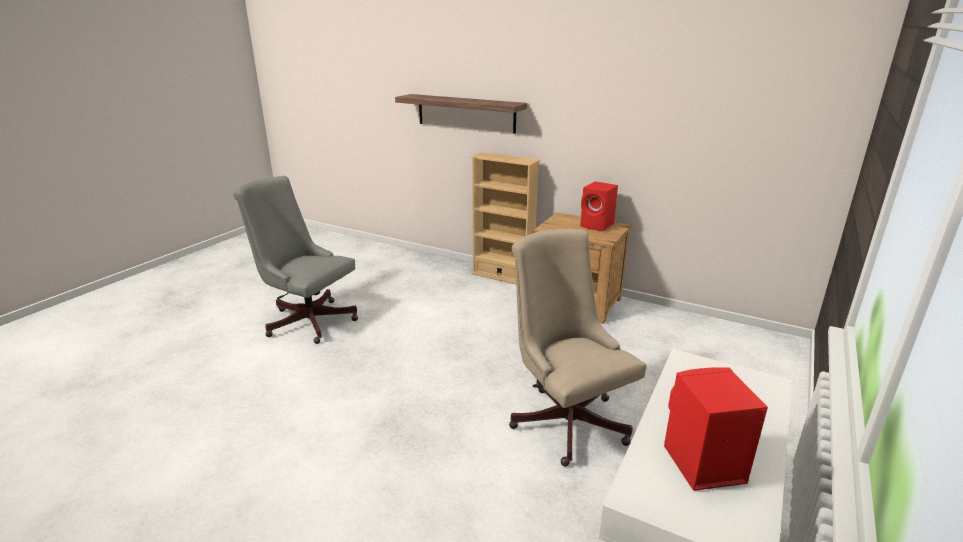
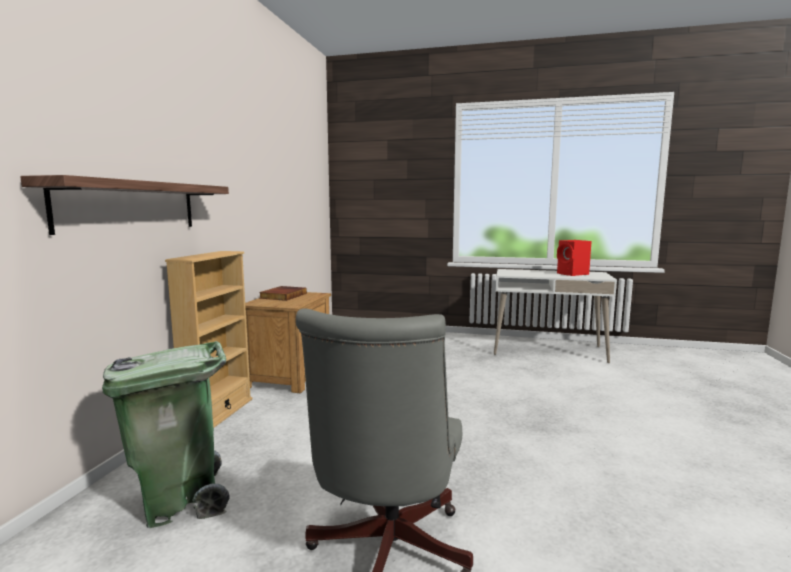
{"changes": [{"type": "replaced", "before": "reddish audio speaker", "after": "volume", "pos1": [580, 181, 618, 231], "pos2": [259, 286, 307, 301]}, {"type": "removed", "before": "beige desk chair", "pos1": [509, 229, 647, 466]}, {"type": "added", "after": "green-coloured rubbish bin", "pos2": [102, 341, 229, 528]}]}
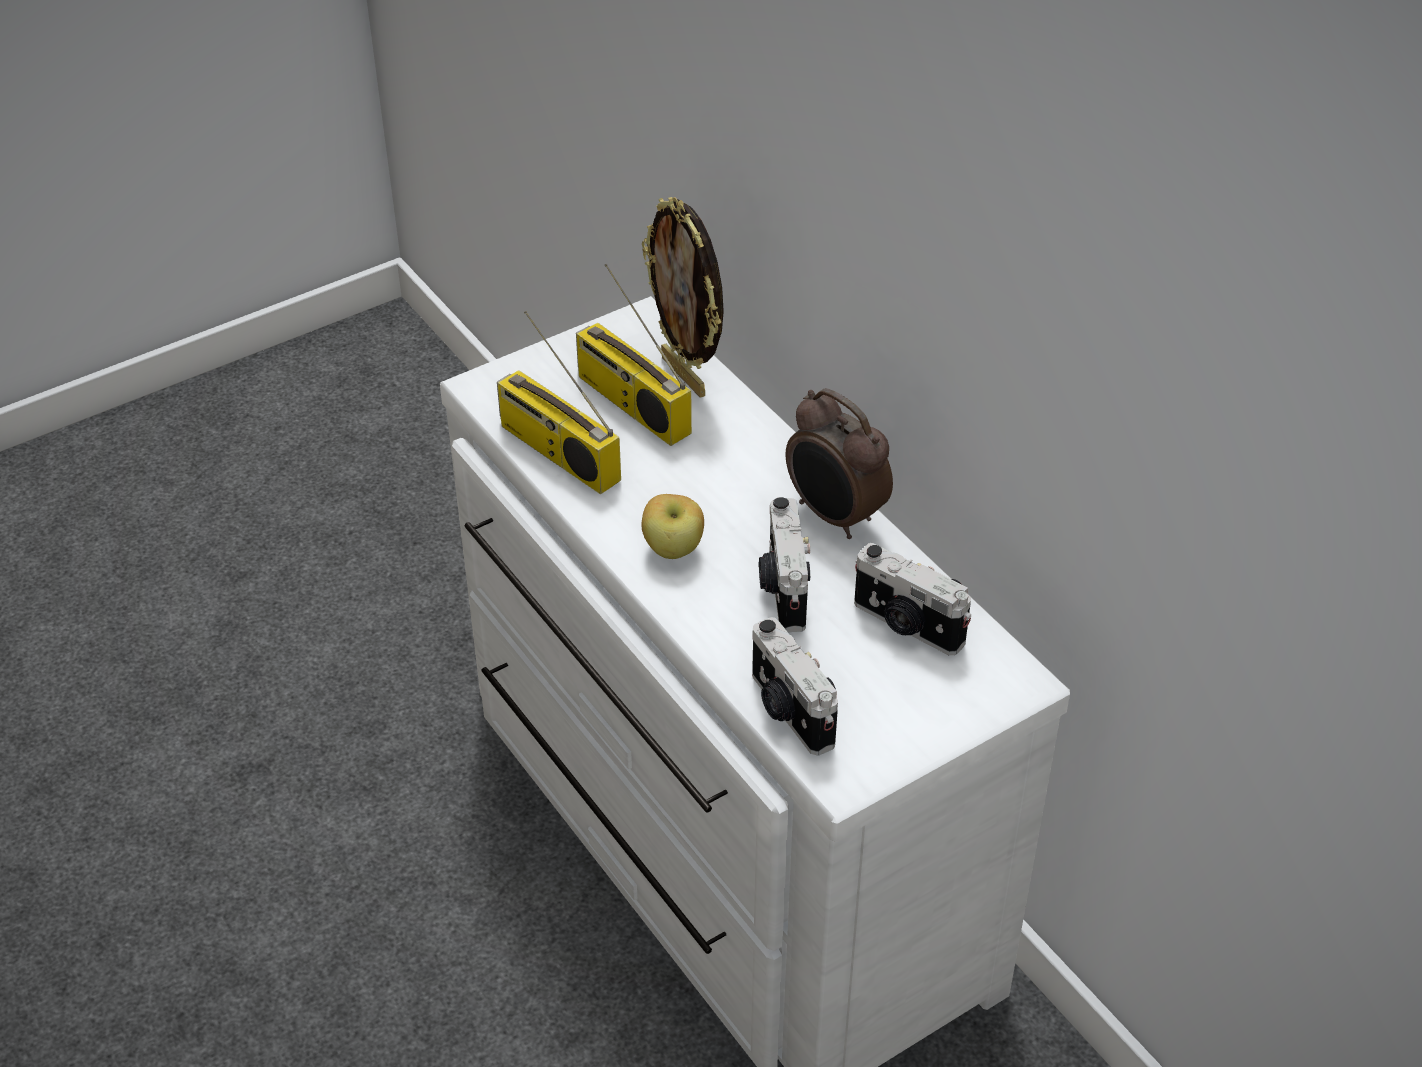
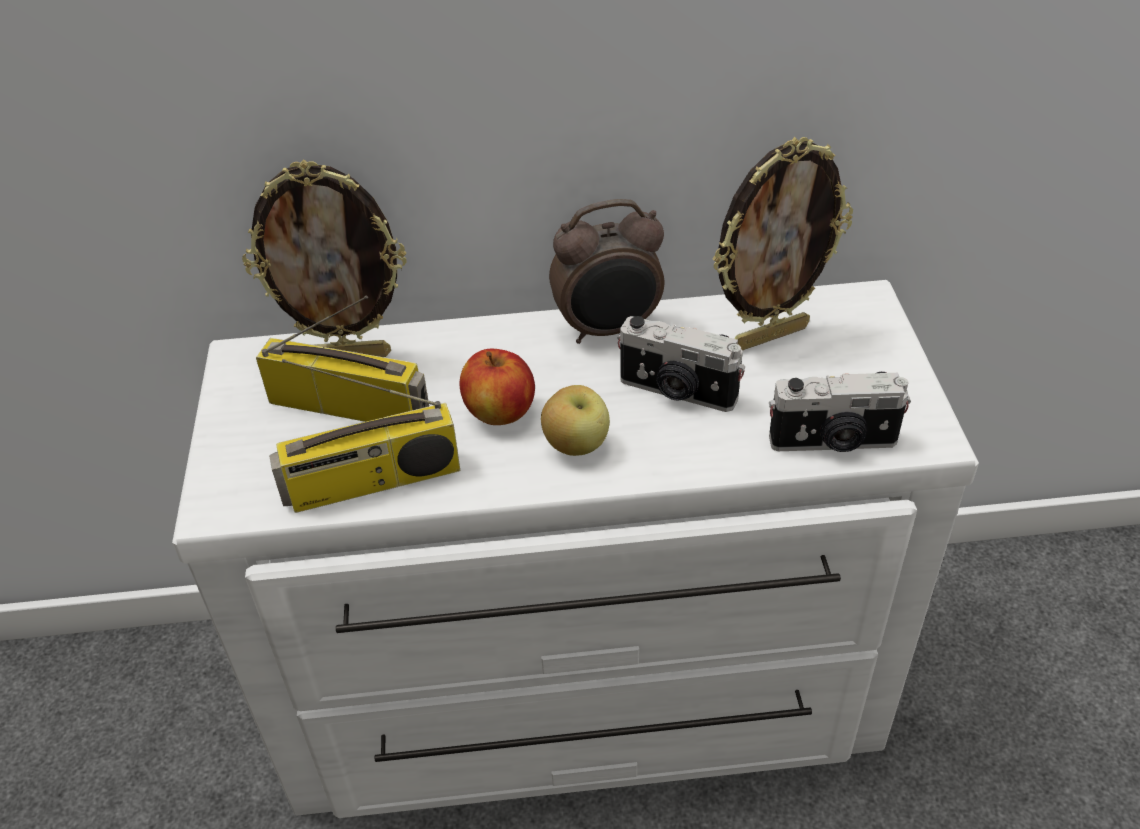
{"changes": [{"type": "turned", "before": "radio receiver", "pos1": [576, 264, 692, 446], "pos2": [256, 295, 429, 422], "turn": -150}, {"type": "replaced", "before": "photo camera", "after": "standing frame", "pos1": [854, 543, 971, 655], "pos2": [712, 137, 853, 350]}, {"type": "added", "after": "apple fruit", "pos2": [460, 349, 535, 425]}]}
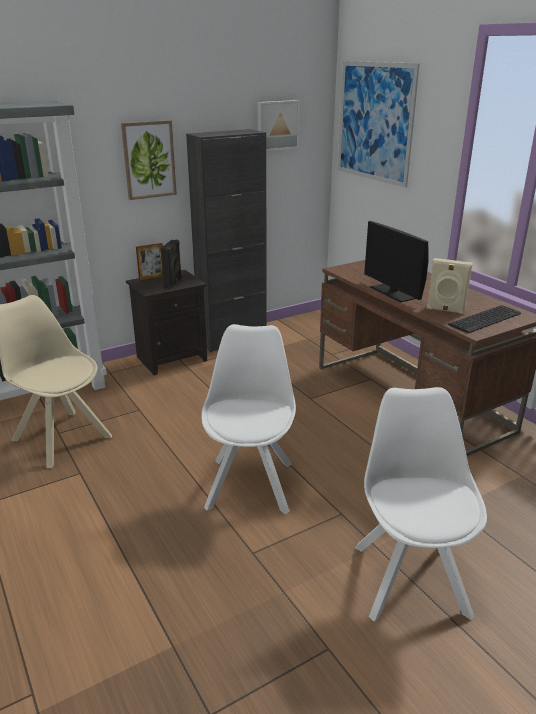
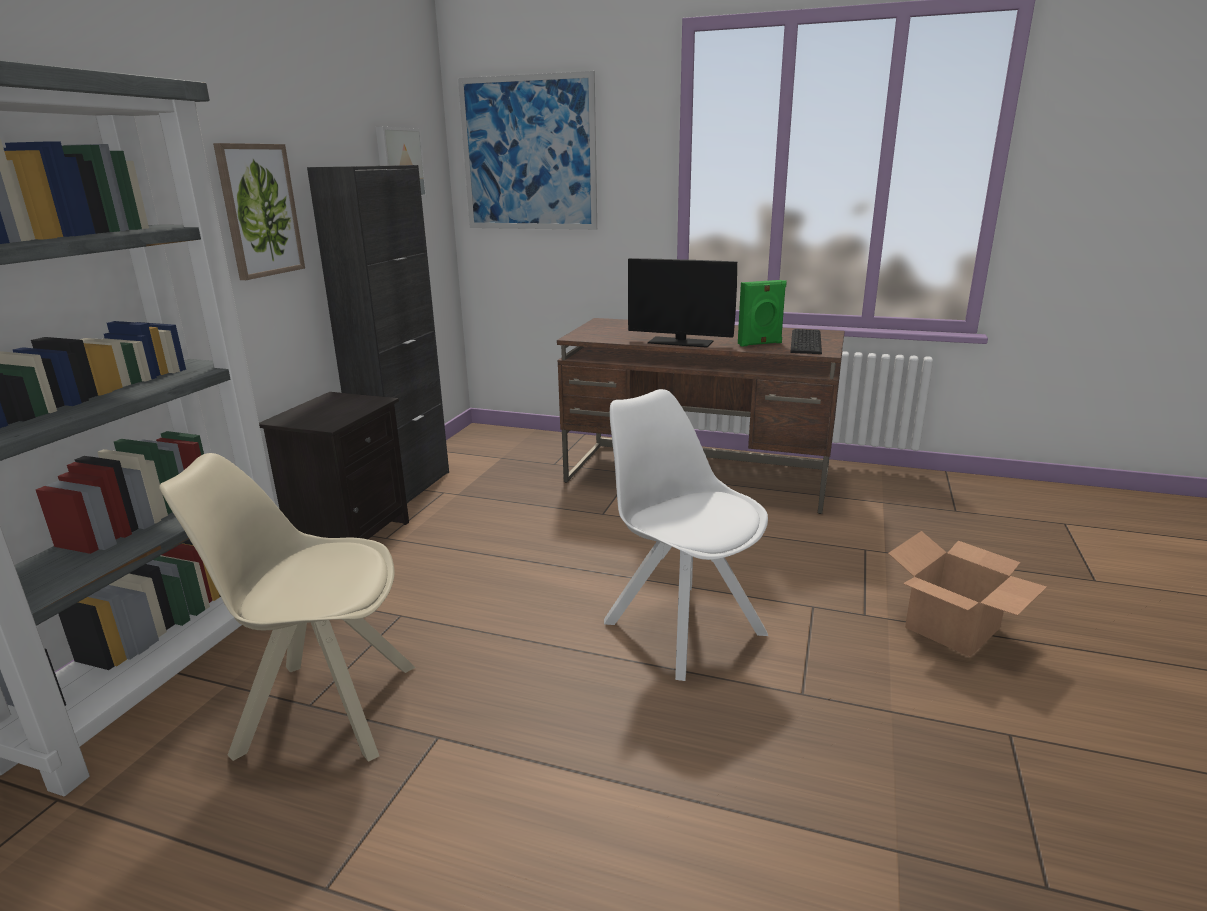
{"changes": [{"type": "removed", "before": "black audio speaker", "pos1": [161, 240, 182, 289]}, {"type": "removed", "before": "standing frame", "pos1": [136, 243, 163, 281]}, {"type": "recoloured", "before": "beige audio speaker", "after": "green-coloured audio speaker", "pos1": [427, 258, 473, 314], "pos2": [738, 280, 787, 347]}, {"type": "replaced", "before": "white chair", "after": "cardboard box", "pos1": [355, 387, 487, 622], "pos2": [888, 531, 1047, 657]}]}
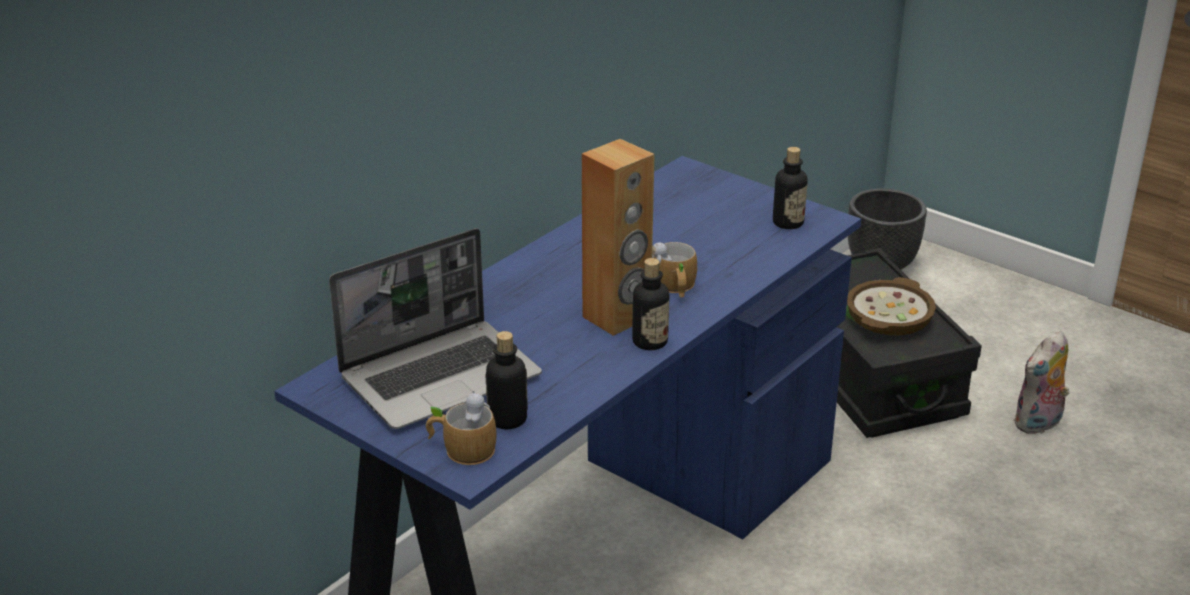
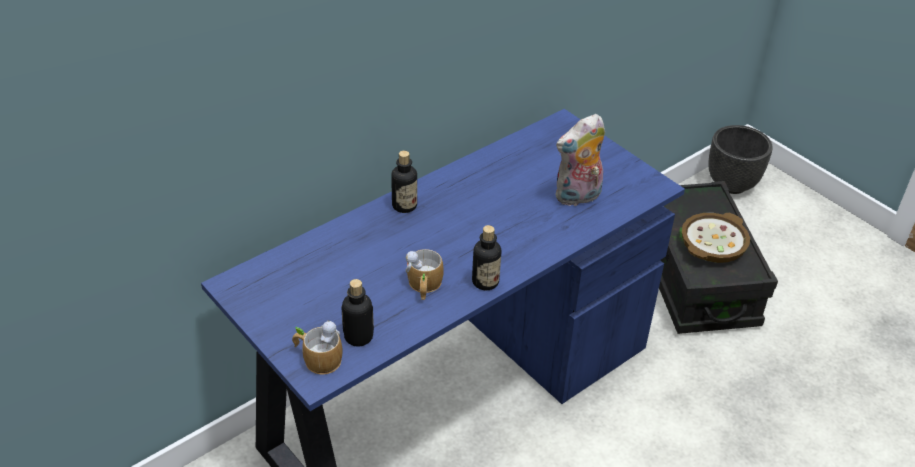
{"changes": [{"type": "removed", "before": "brownish audio speaker", "pos1": [582, 139, 655, 336]}, {"type": "moved", "before": "bottle", "pos1": [773, 147, 808, 229], "pos2": [391, 150, 417, 213]}, {"type": "removed", "before": "laptop", "pos1": [329, 228, 542, 429]}, {"type": "moved", "before": "coffee mug", "pos1": [652, 242, 697, 297], "pos2": [405, 249, 444, 300]}, {"type": "moved", "before": "plush toy", "pos1": [1013, 331, 1069, 434], "pos2": [556, 114, 605, 207]}]}
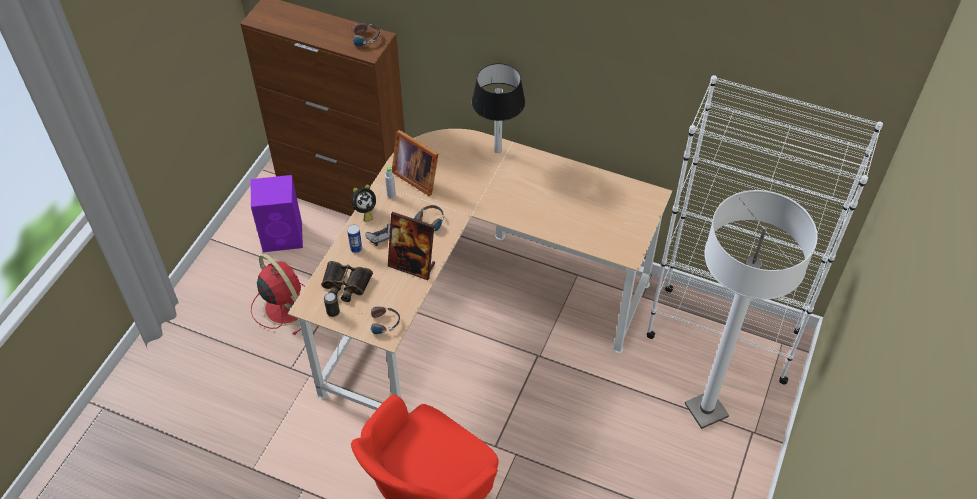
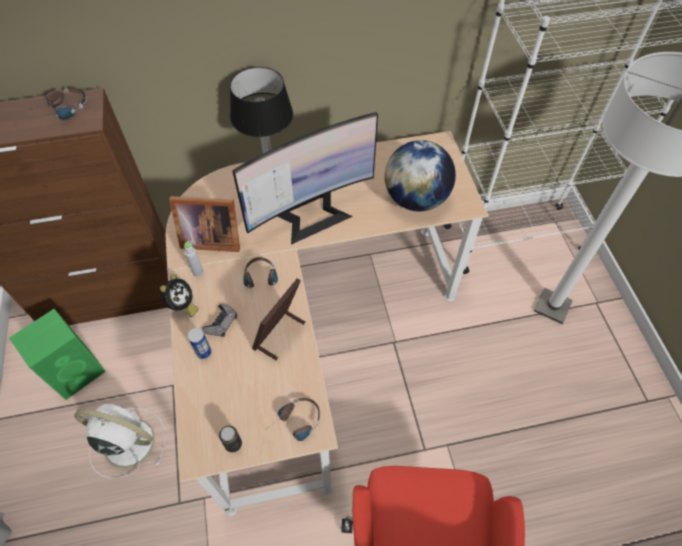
{"changes": [{"type": "recoloured", "before": "purple audio speaker", "after": "green-coloured audio speaker", "pos1": [251, 175, 303, 252], "pos2": [9, 309, 106, 400]}, {"type": "turned", "before": "standing frame", "pos1": [388, 212, 435, 280], "pos2": [252, 278, 305, 360], "turn": 135}, {"type": "recoloured", "before": "reddish electric fan", "after": "white electric fan", "pos1": [251, 254, 305, 335], "pos2": [74, 404, 166, 478]}, {"type": "removed", "before": "binoculars", "pos1": [321, 261, 373, 302]}, {"type": "added", "after": "computer display", "pos2": [232, 112, 378, 245]}, {"type": "added", "after": "desk globe", "pos2": [385, 140, 456, 211]}]}
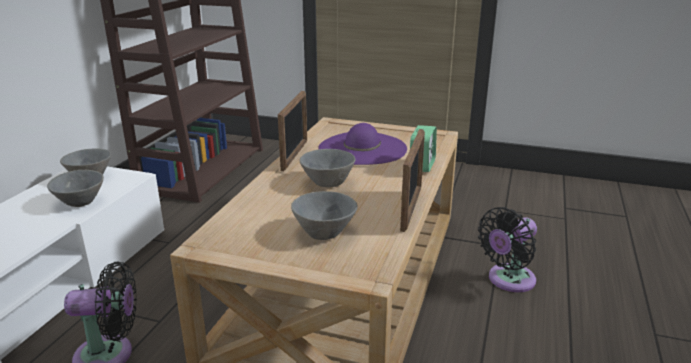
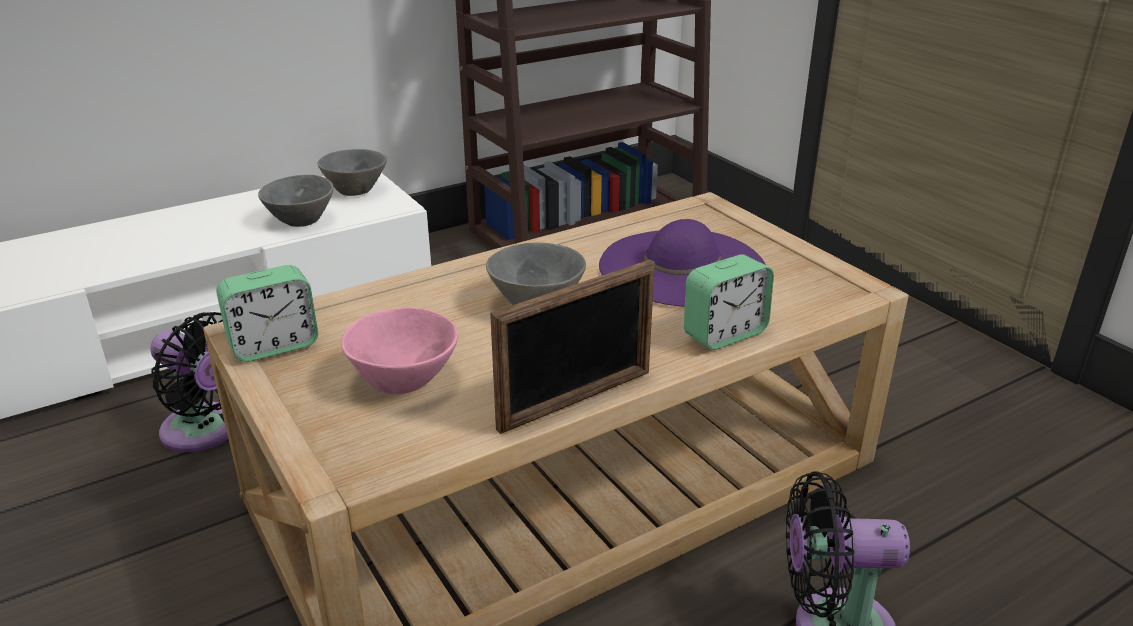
{"changes": [{"type": "removed", "before": "standing frame", "pos1": [278, 91, 307, 171]}, {"type": "recoloured", "before": "grey bowl", "after": "pink-coloured bowl", "pos1": [291, 191, 357, 240], "pos2": [341, 308, 458, 395]}, {"type": "added", "after": "bedside clock", "pos2": [216, 265, 318, 362]}]}
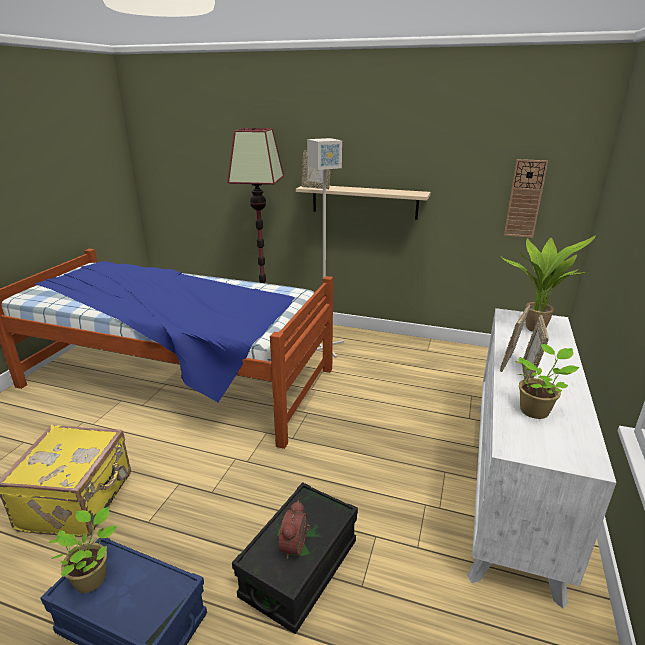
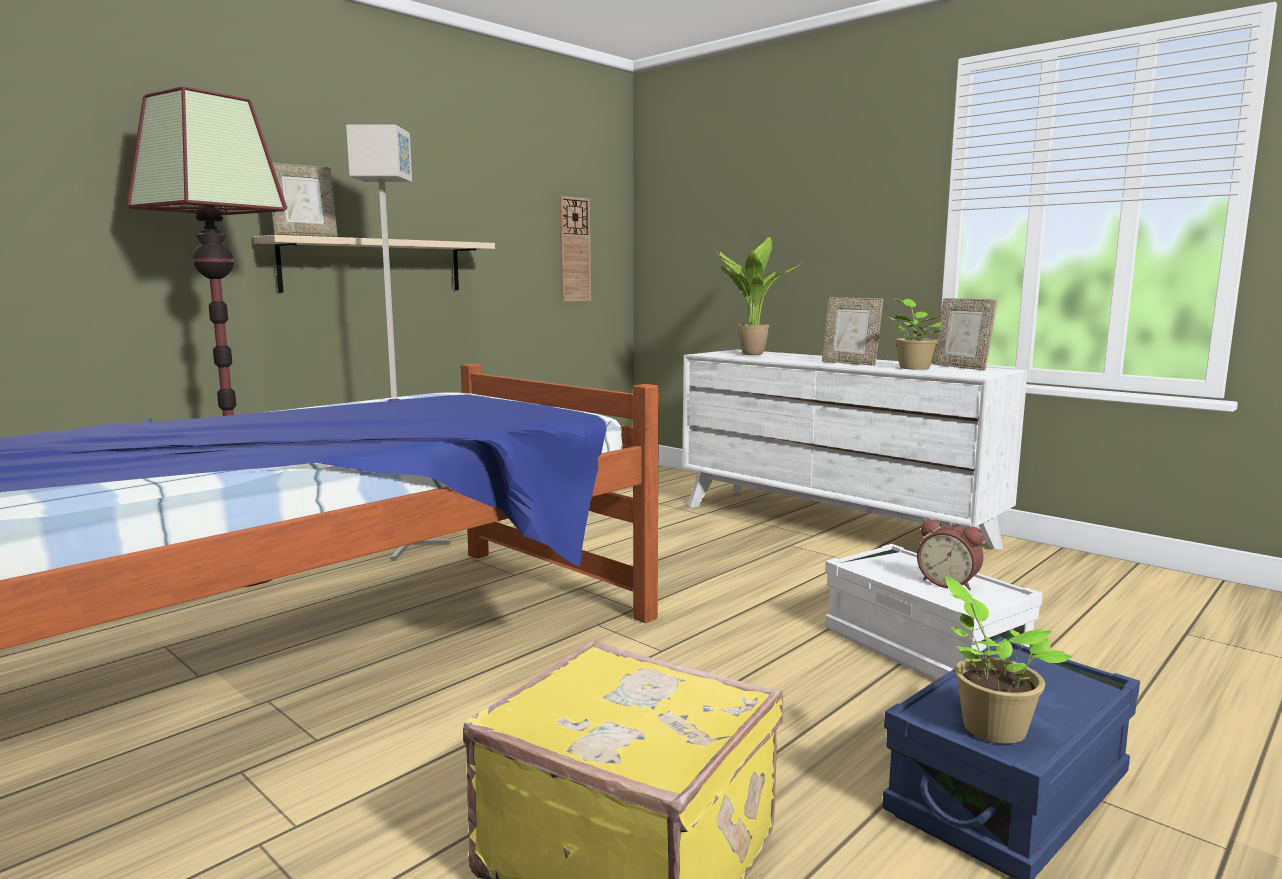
{"changes": [{"type": "moved", "before": "standing frame", "pos1": [500, 305, 531, 372], "pos2": [933, 298, 997, 371]}, {"type": "recoloured", "before": "black storage bin", "after": "white storage bin", "pos1": [232, 482, 358, 634], "pos2": [825, 544, 1042, 680]}]}
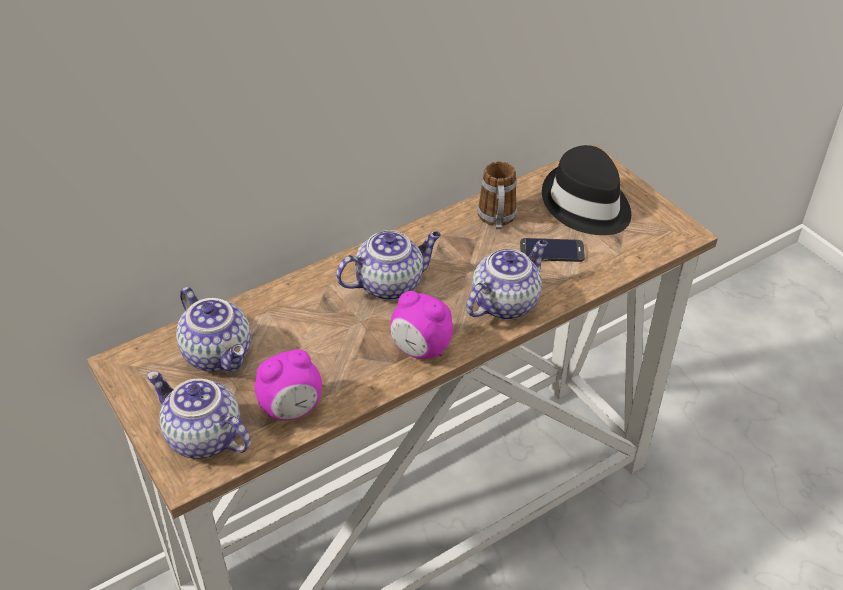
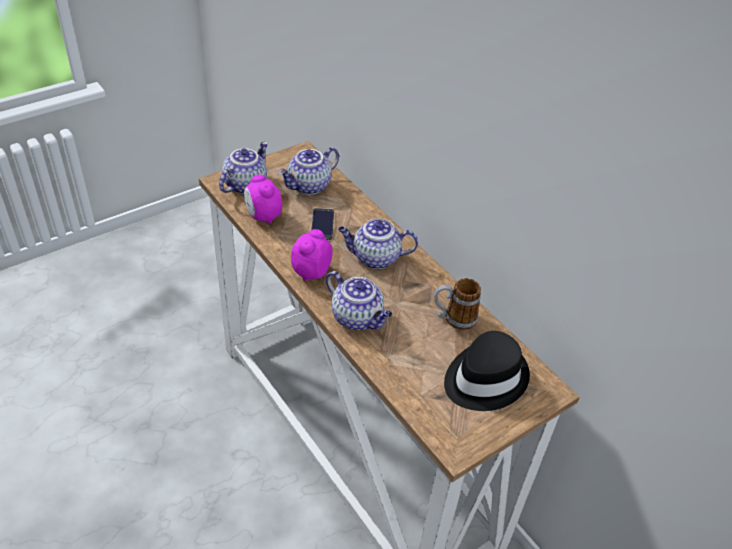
{"changes": [{"type": "turned", "before": "pot for tea", "pos1": [336, 230, 441, 300], "pos2": [338, 218, 418, 269], "turn": 120}, {"type": "moved", "before": "phone", "pos1": [520, 238, 585, 262], "pos2": [311, 208, 334, 240]}]}
